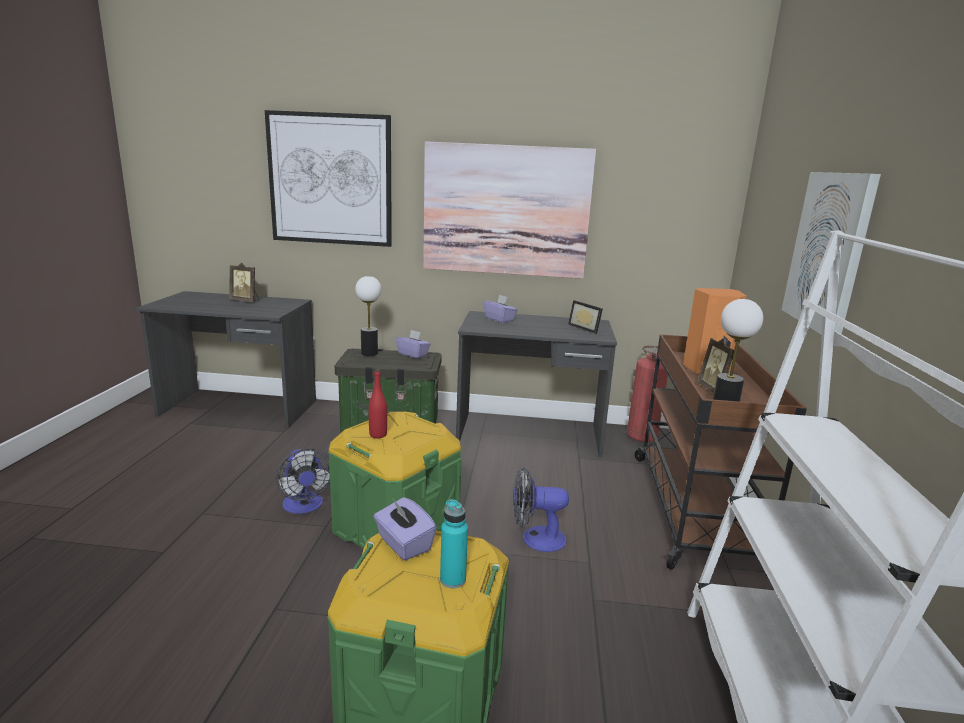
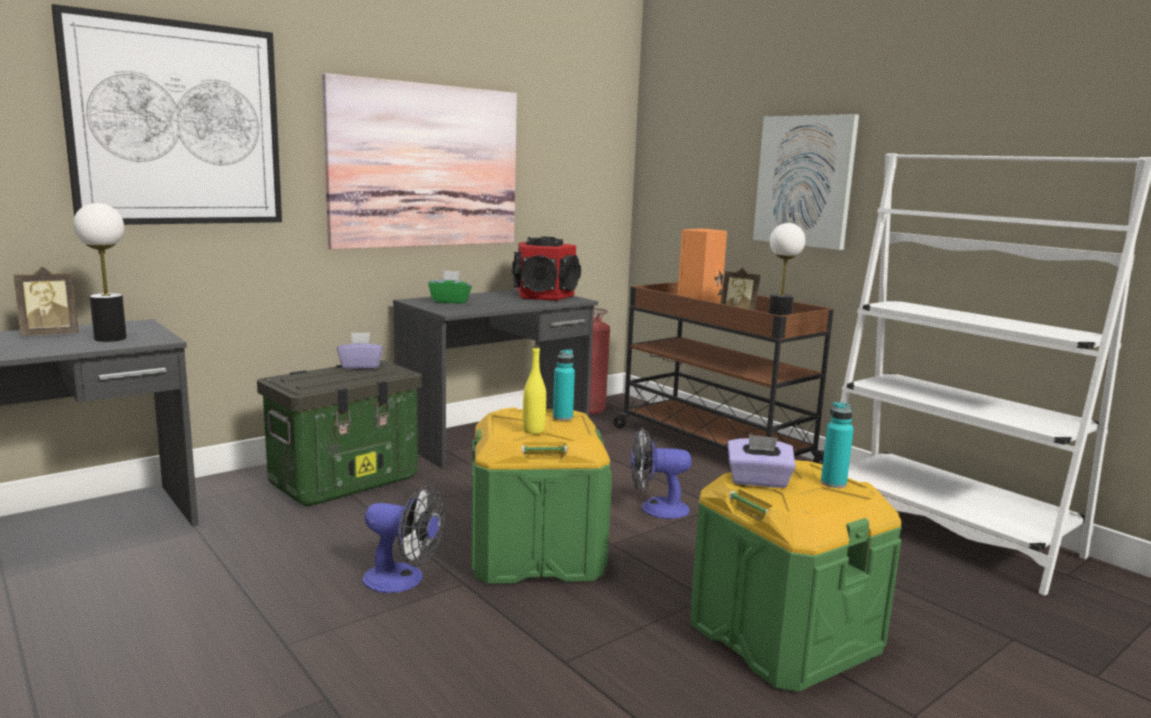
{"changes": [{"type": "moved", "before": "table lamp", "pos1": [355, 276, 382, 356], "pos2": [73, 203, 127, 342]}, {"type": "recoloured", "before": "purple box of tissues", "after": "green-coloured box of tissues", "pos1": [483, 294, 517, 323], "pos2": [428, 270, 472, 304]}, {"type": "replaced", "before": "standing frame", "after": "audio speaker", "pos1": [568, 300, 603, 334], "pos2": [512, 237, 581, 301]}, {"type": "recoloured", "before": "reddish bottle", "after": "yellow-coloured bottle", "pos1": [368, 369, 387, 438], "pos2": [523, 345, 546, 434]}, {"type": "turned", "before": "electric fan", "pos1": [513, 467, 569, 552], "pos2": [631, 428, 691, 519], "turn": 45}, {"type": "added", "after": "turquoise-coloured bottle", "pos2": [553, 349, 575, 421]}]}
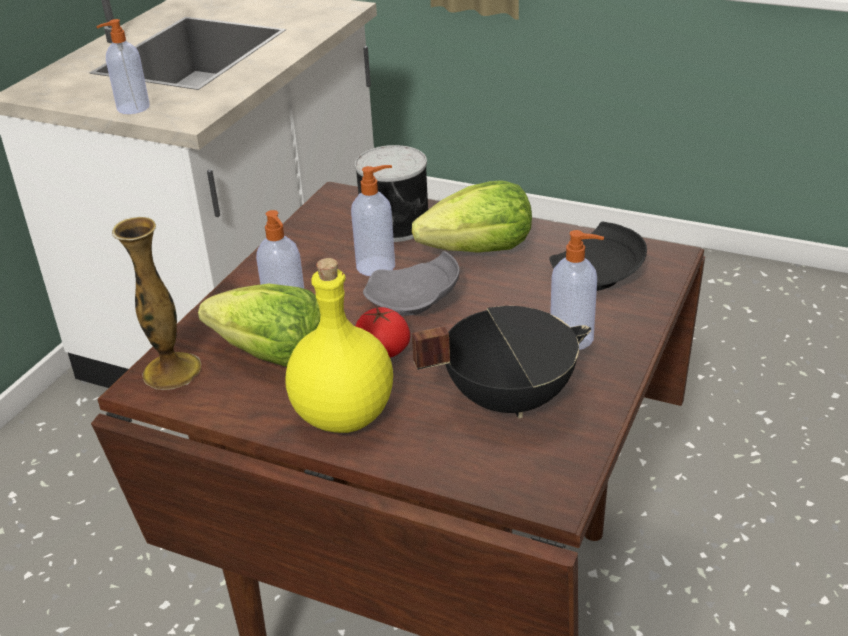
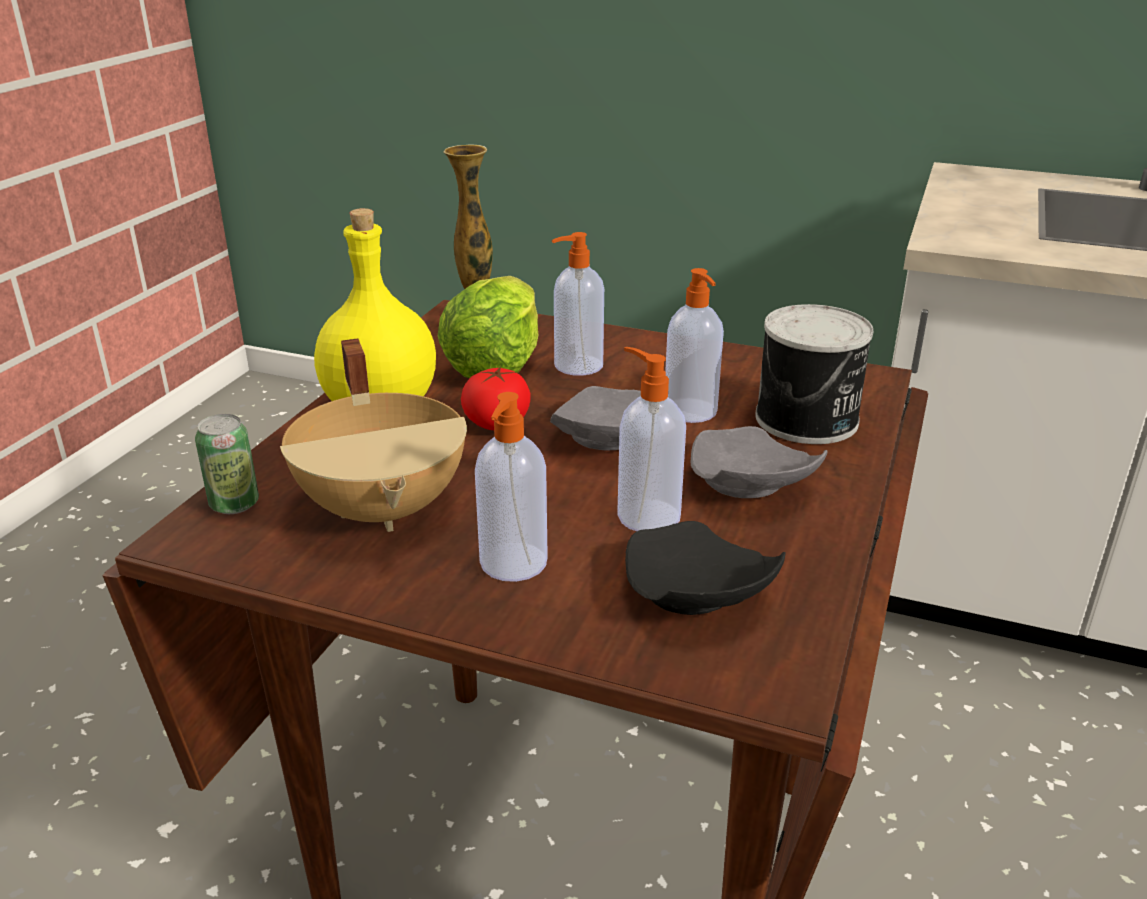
{"changes": [{"type": "moved", "before": "soap bottle", "pos1": [96, 19, 150, 114], "pos2": [617, 347, 686, 531]}, {"type": "replaced", "before": "head of lettuce", "after": "grey flat dish", "pos1": [412, 180, 532, 253], "pos2": [691, 426, 827, 498]}, {"type": "recoloured", "before": "black saucepot", "after": "beige saucepot", "pos1": [412, 306, 591, 418], "pos2": [280, 338, 467, 532]}, {"type": "added", "after": "can", "pos2": [195, 414, 259, 514]}]}
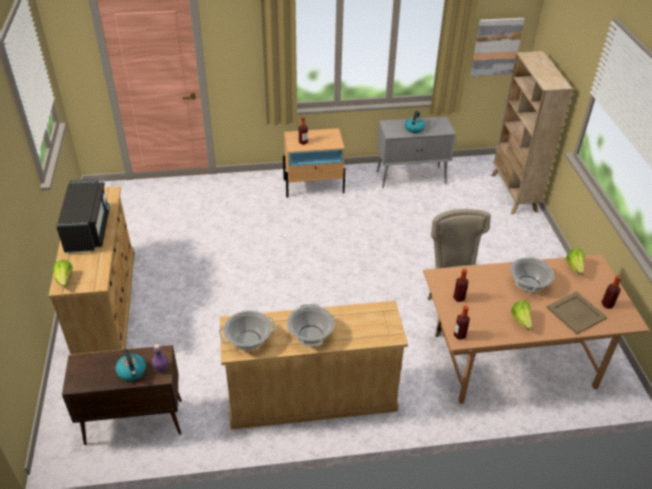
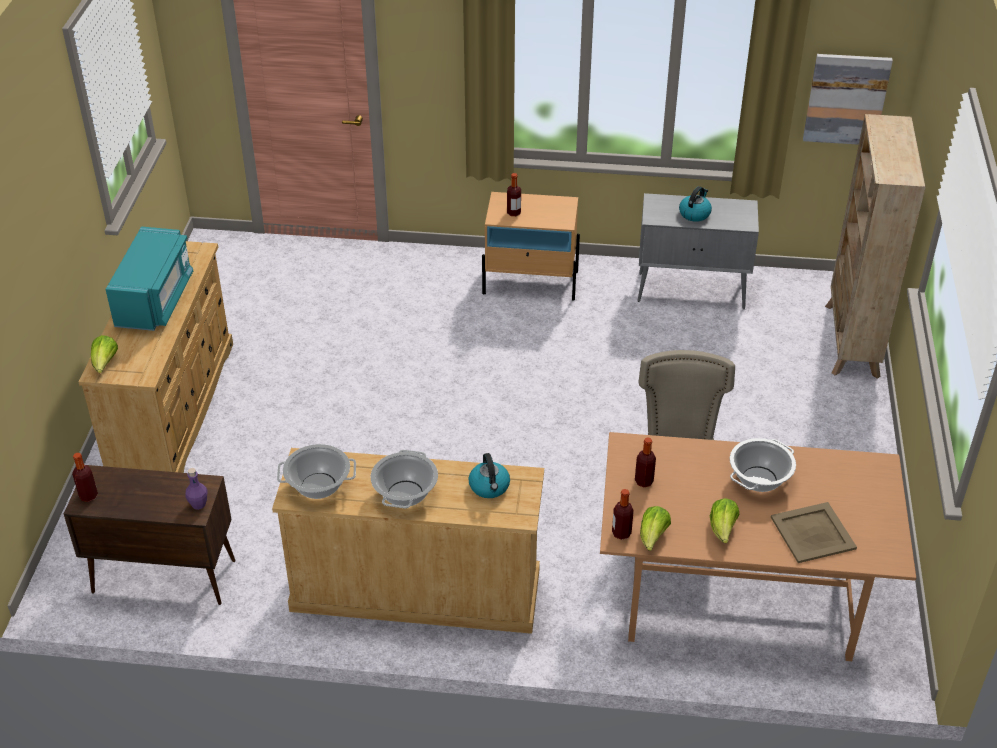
{"changes": [{"type": "recoloured", "before": "black microwave", "after": "turquoise-coloured microwave", "pos1": [56, 179, 110, 253], "pos2": [105, 227, 193, 331]}, {"type": "moved", "before": "head of lettuce", "pos1": [566, 248, 585, 275], "pos2": [640, 506, 671, 551]}, {"type": "moved", "before": "bottle", "pos1": [601, 275, 621, 309], "pos2": [72, 453, 98, 502]}, {"type": "moved", "before": "water kettle", "pos1": [115, 349, 146, 381], "pos2": [468, 453, 510, 498]}]}
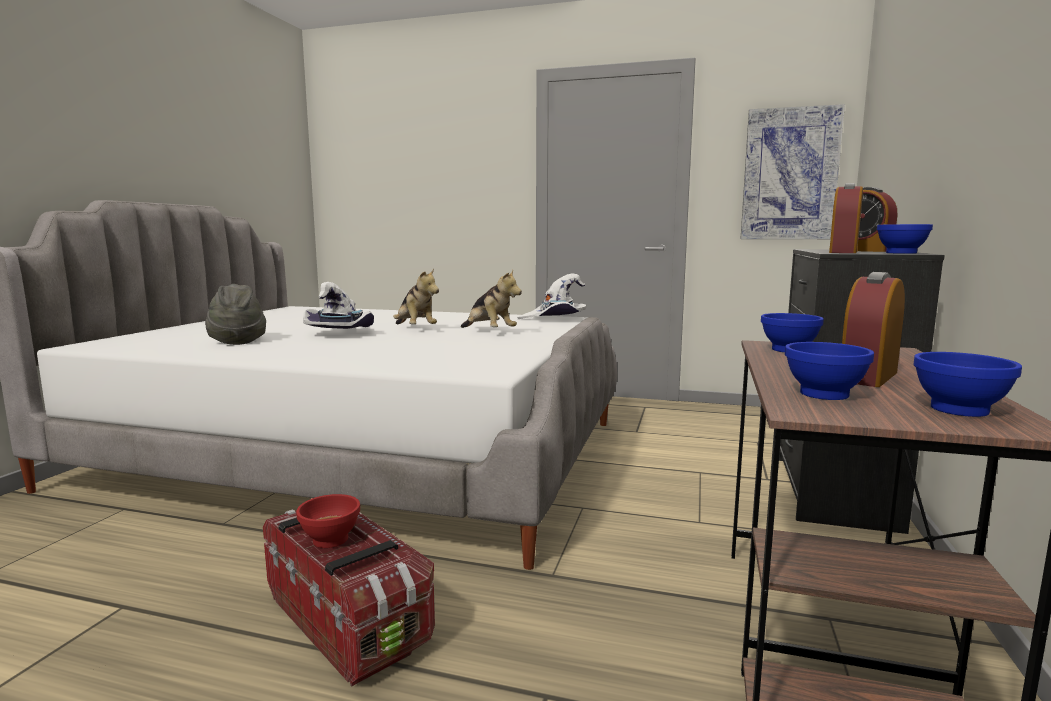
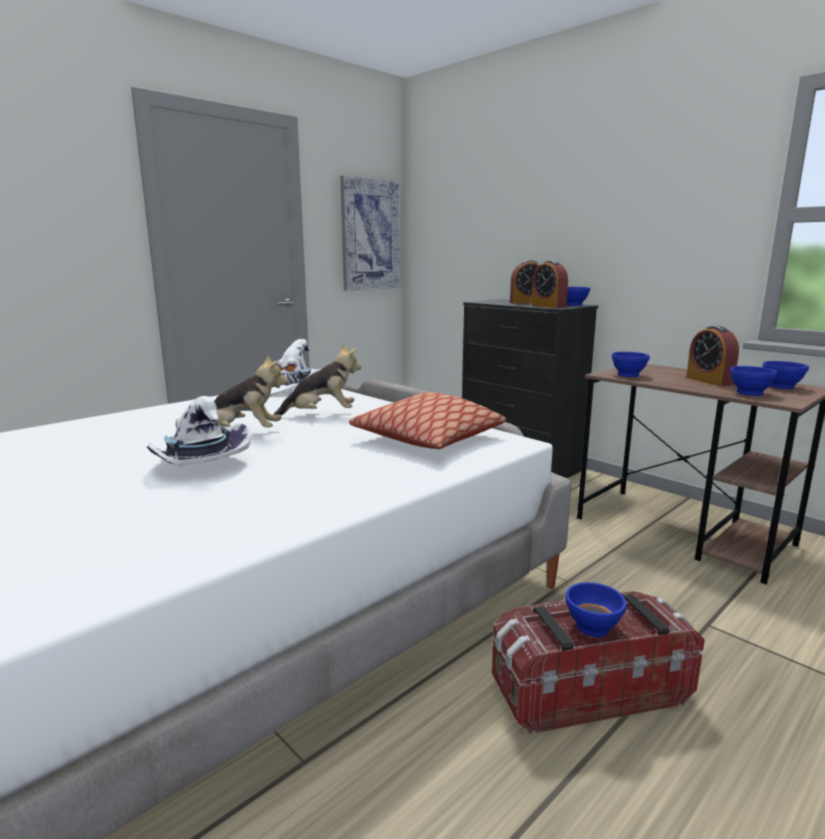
{"changes": [{"type": "removed", "before": "grey clothing hat", "pos1": [205, 284, 266, 345]}, {"type": "recoloured", "before": "reddish bowl", "after": "bluish bowl", "pos1": [296, 494, 360, 548], "pos2": [566, 582, 626, 637]}, {"type": "added", "after": "pillow", "pos2": [349, 392, 506, 449]}]}
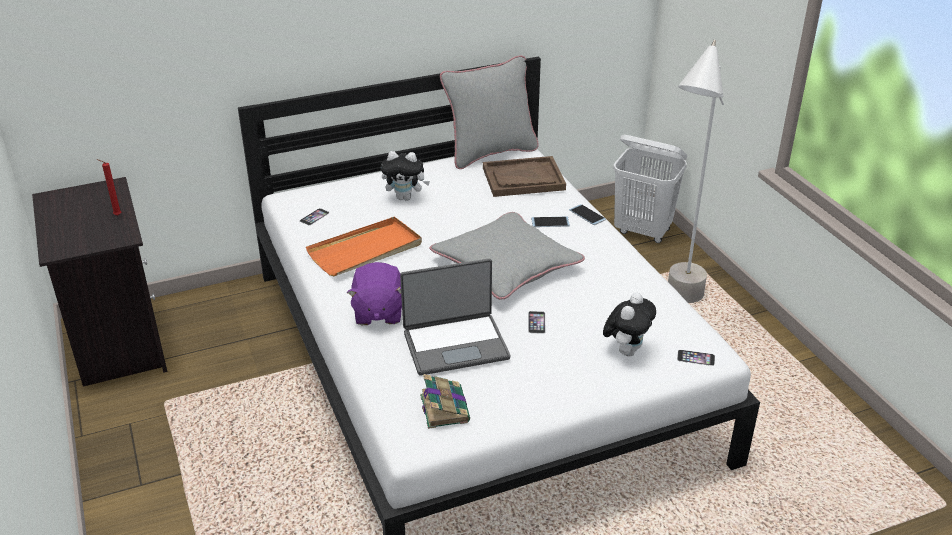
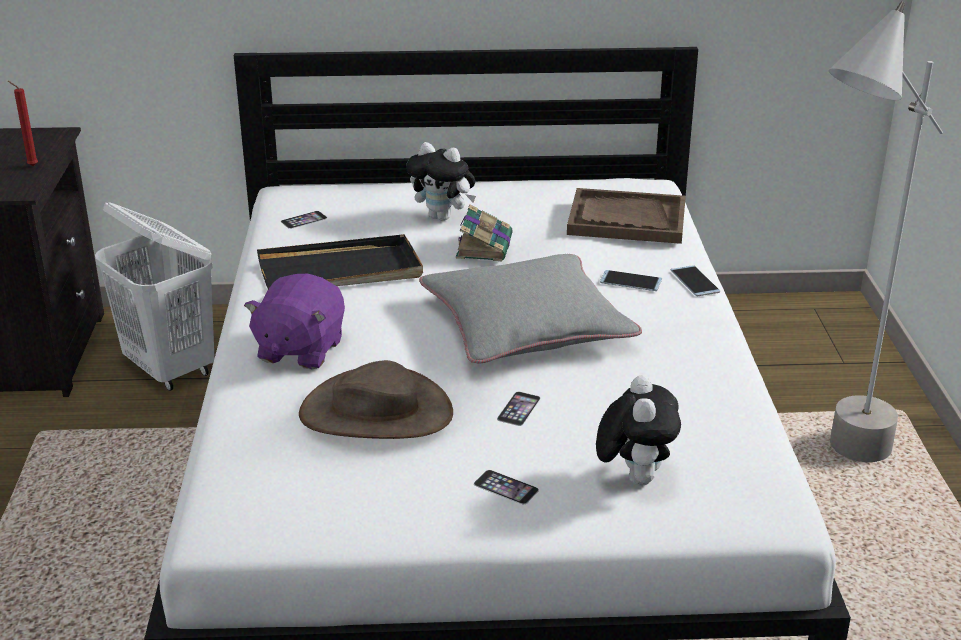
{"changes": [{"type": "removed", "before": "grey pillow", "pos1": [440, 55, 539, 169]}, {"type": "moved", "before": "white hamper", "pos1": [613, 135, 687, 243], "pos2": [95, 202, 215, 391]}, {"type": "recoloured", "before": "orangey carrying tray", "after": "black carrying tray", "pos1": [306, 217, 422, 276], "pos2": [257, 234, 423, 289]}, {"type": "replaced", "before": "laptop", "after": "brownish clothing hat", "pos1": [400, 259, 511, 376], "pos2": [299, 360, 453, 439]}, {"type": "turned", "before": "plush toy", "pos1": [603, 293, 656, 356], "pos2": [596, 375, 681, 486], "turn": -45}, {"type": "moved", "before": "phone", "pos1": [677, 350, 715, 366], "pos2": [474, 470, 539, 504]}, {"type": "moved", "before": "volume", "pos1": [420, 374, 470, 429], "pos2": [456, 205, 513, 261]}]}
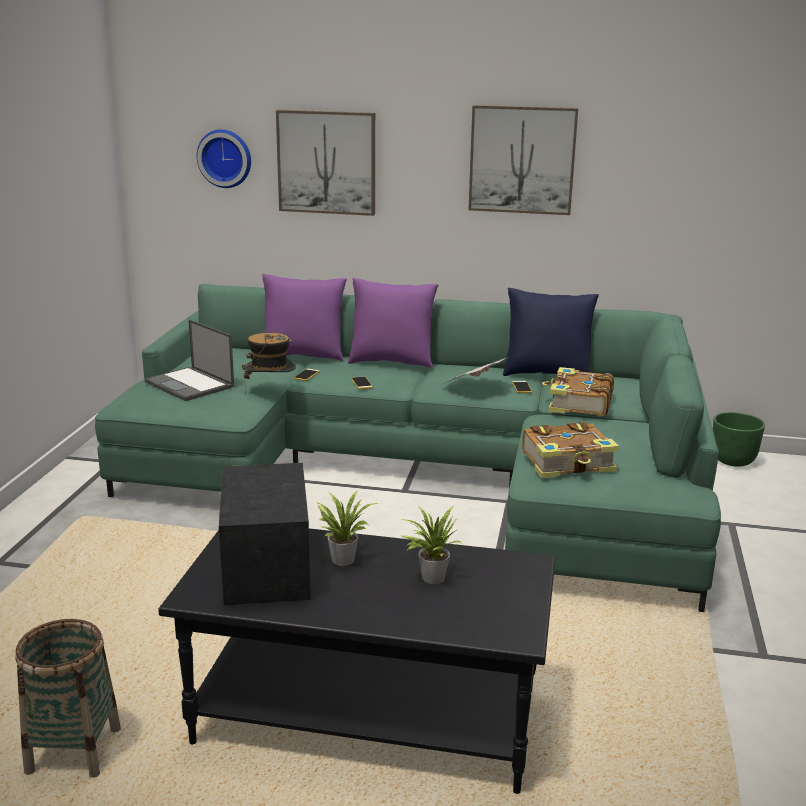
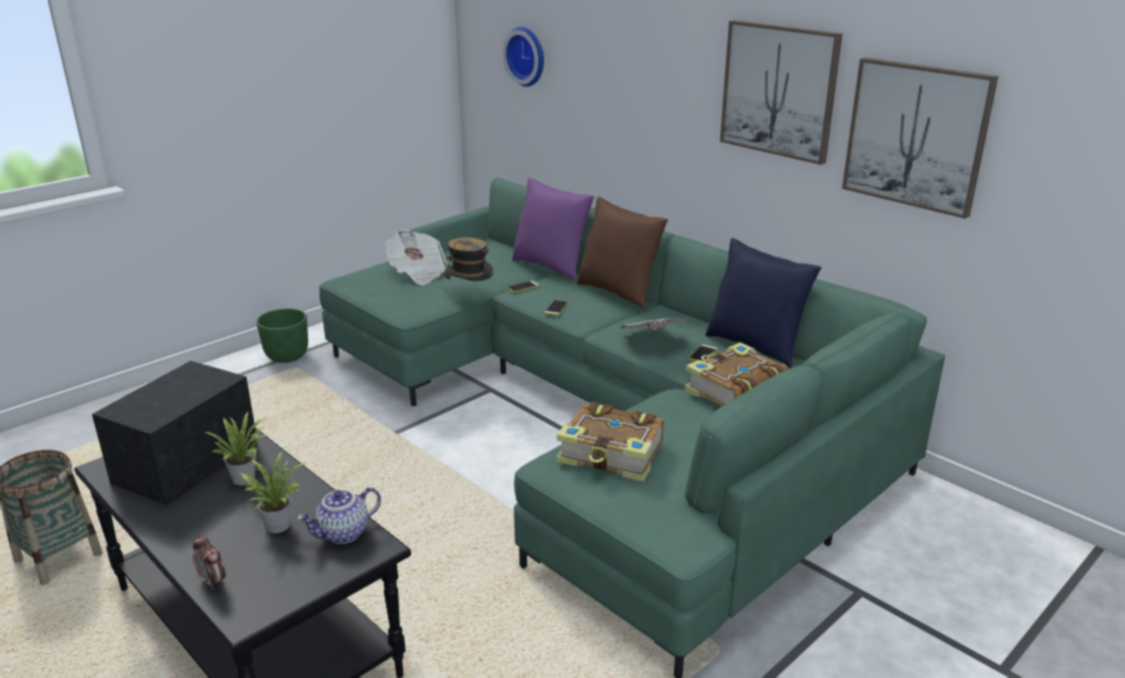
{"changes": [{"type": "moved", "before": "wall picture", "pos1": [276, 110, 375, 216], "pos2": [842, 57, 998, 219]}, {"type": "recoloured", "before": "purple pillow", "after": "brownish pillow", "pos1": [348, 278, 438, 369], "pos2": [577, 197, 668, 310]}, {"type": "replaced", "before": "laptop", "after": "newspaper", "pos1": [145, 319, 234, 401], "pos2": [385, 229, 447, 285]}, {"type": "moved", "before": "green-coloured planter", "pos1": [713, 412, 765, 467], "pos2": [256, 308, 308, 363]}, {"type": "added", "after": "pot for tea", "pos2": [297, 487, 381, 544]}, {"type": "added", "after": "bedside clock", "pos2": [192, 535, 226, 590]}]}
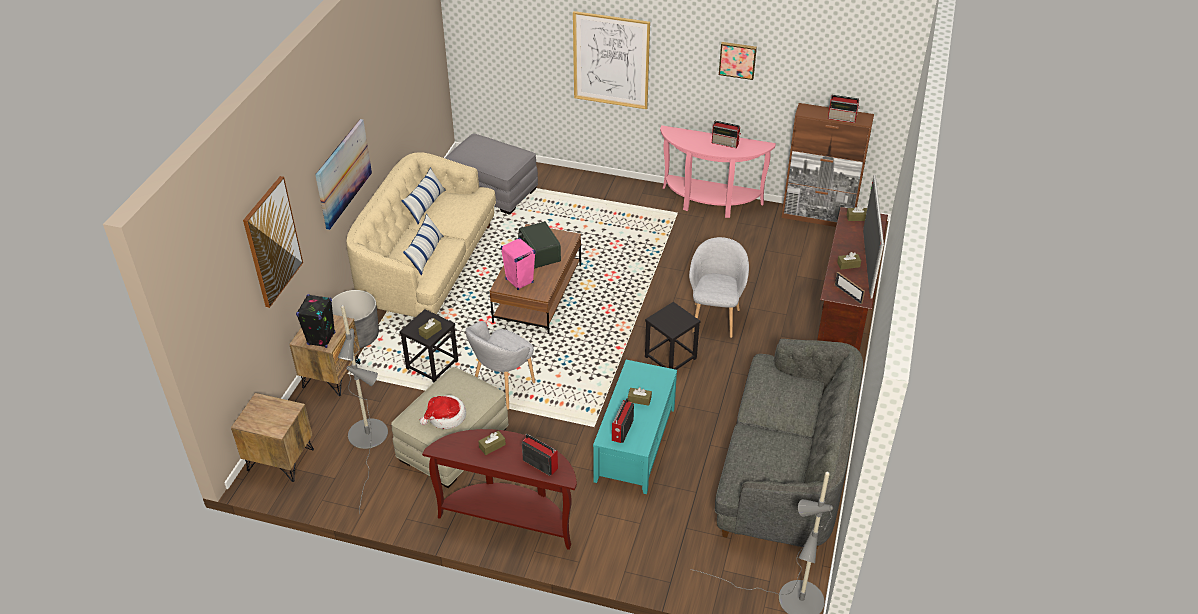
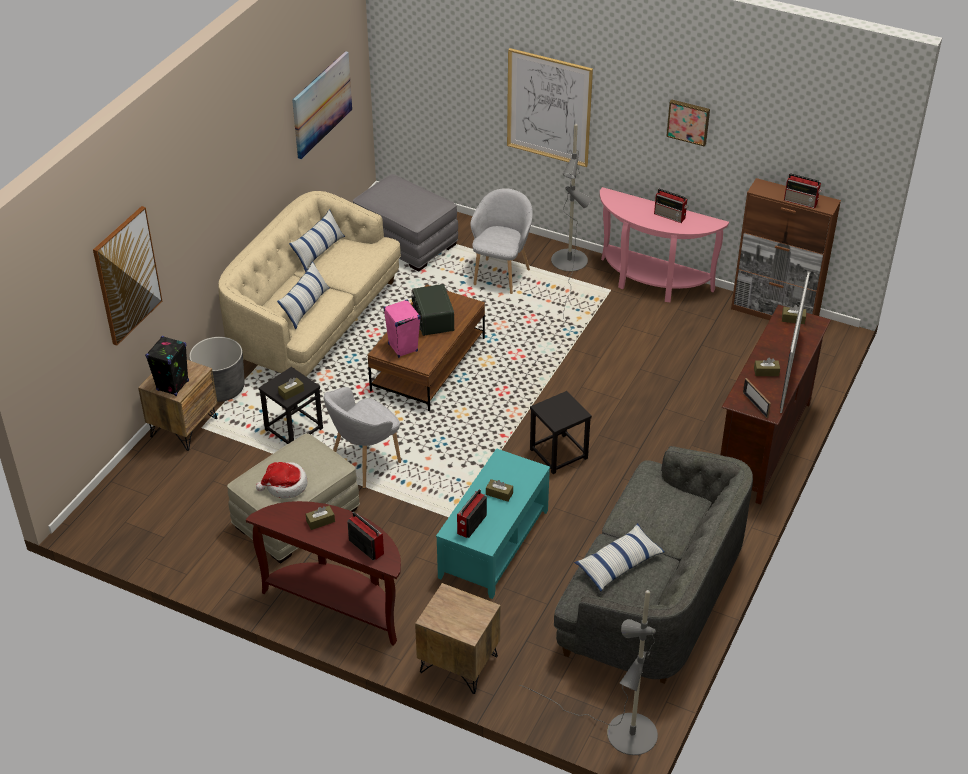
{"changes": [{"type": "moved", "before": "wall picture", "pos1": [315, 119, 372, 230], "pos2": [292, 51, 352, 159]}, {"type": "moved", "before": "grey easy chair", "pos1": [689, 237, 749, 338], "pos2": [470, 188, 533, 294]}, {"type": "moved", "before": "grey floor lamp", "pos1": [338, 305, 388, 514], "pos2": [551, 124, 592, 319]}, {"type": "moved", "before": "brownish bedside table", "pos1": [231, 393, 314, 482], "pos2": [415, 583, 501, 694]}, {"type": "added", "after": "pillow", "pos2": [574, 523, 665, 591]}]}
